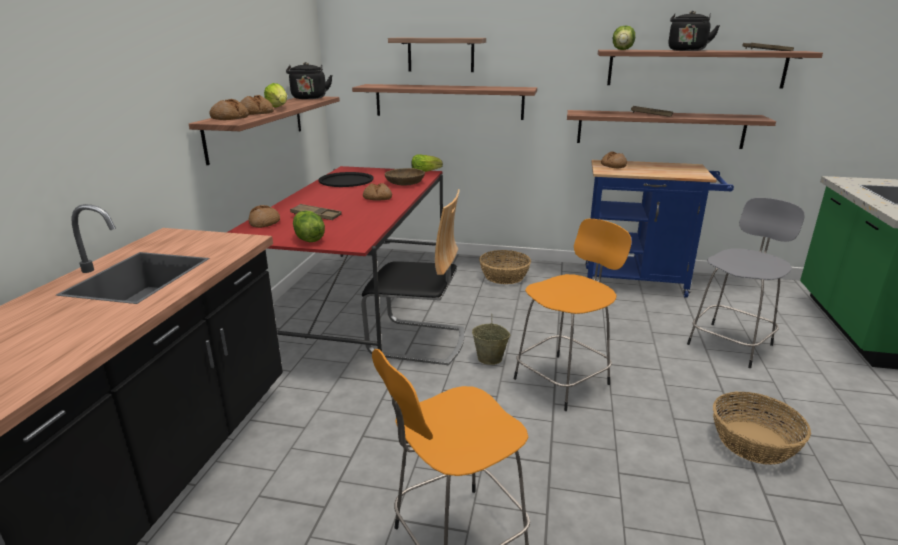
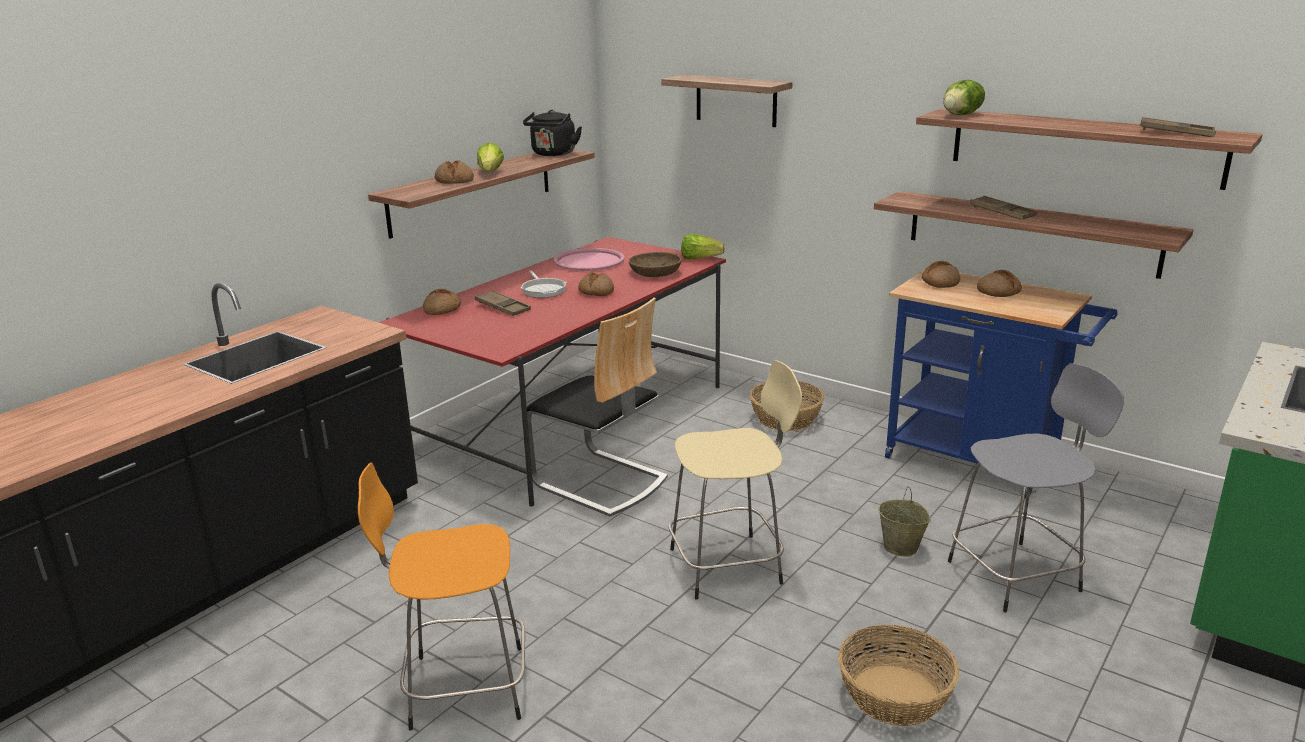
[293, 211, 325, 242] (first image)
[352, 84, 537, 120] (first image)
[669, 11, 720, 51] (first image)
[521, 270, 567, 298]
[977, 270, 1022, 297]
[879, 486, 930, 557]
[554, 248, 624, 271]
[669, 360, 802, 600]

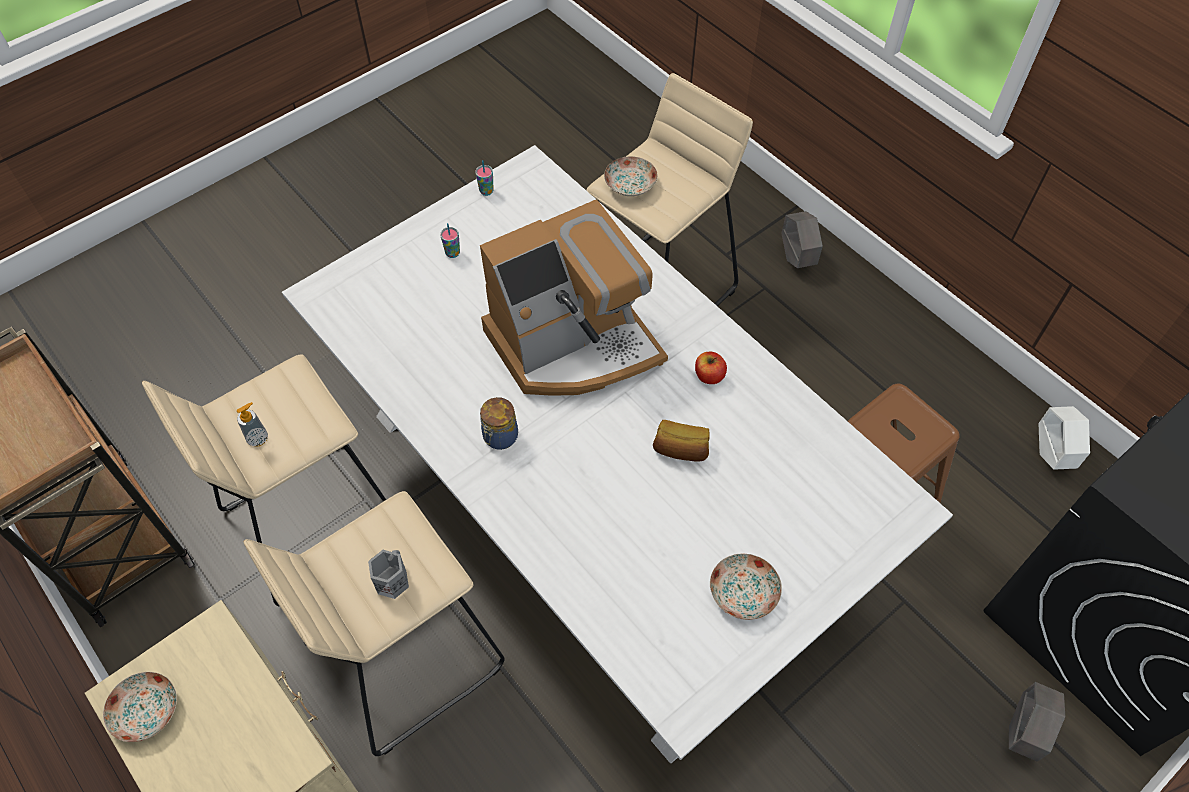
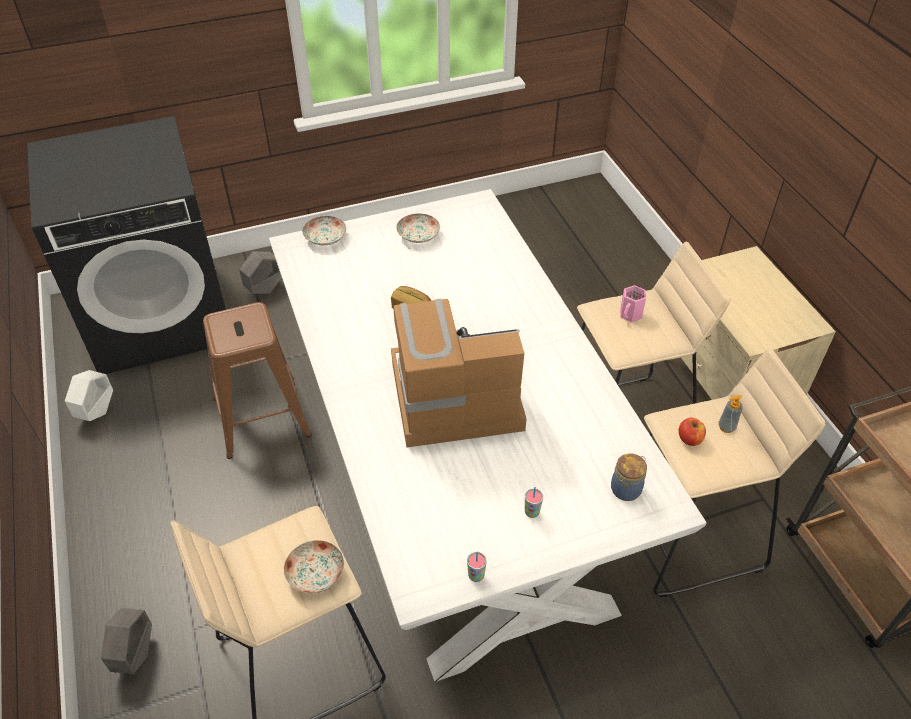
[302, 216, 346, 245]
[611, 453, 647, 501]
[679, 418, 706, 446]
[620, 285, 646, 322]

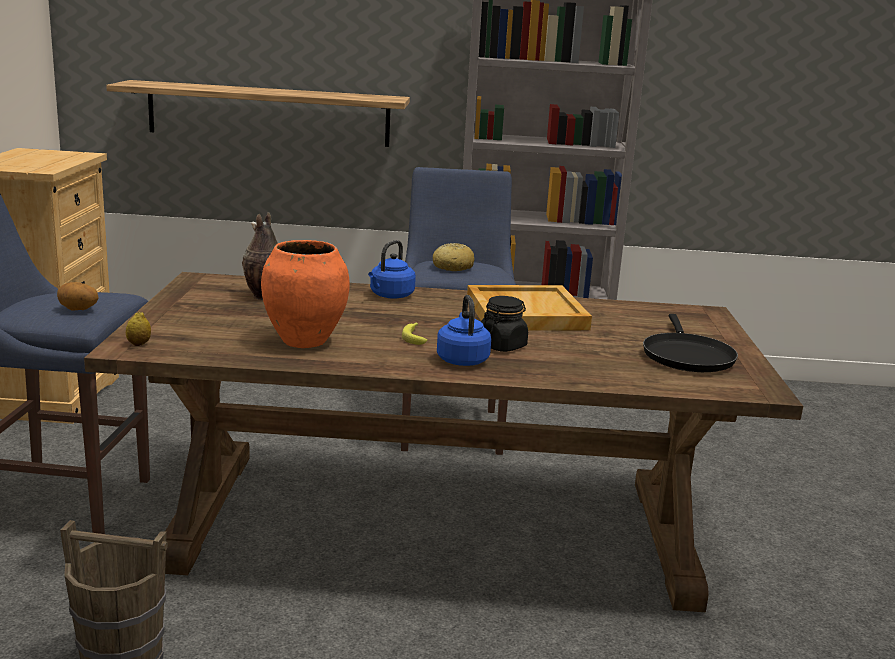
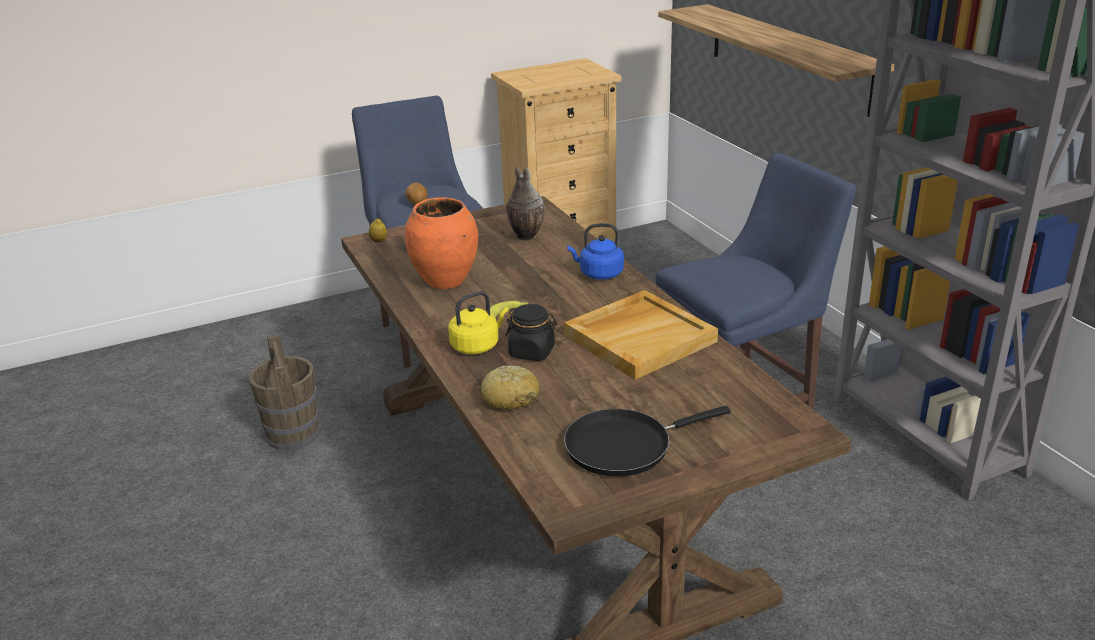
[481, 365, 539, 410]
[448, 291, 509, 354]

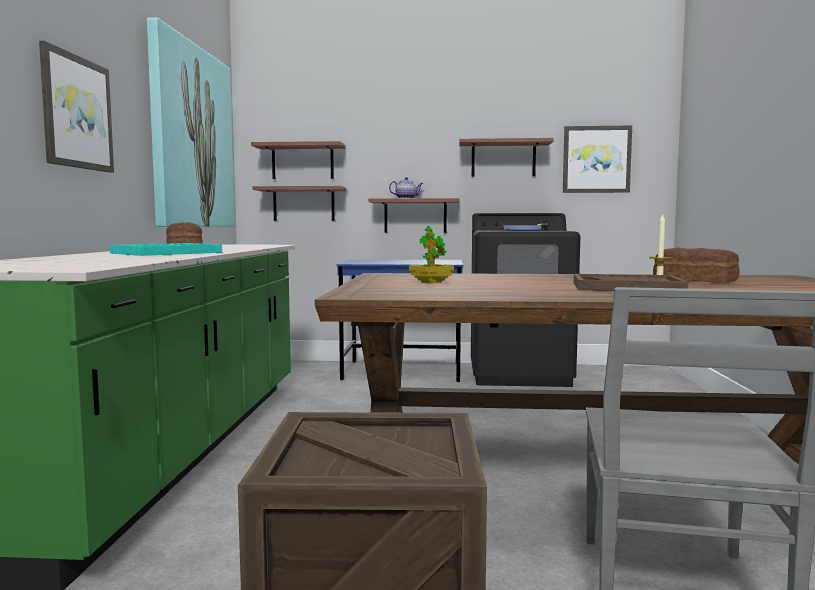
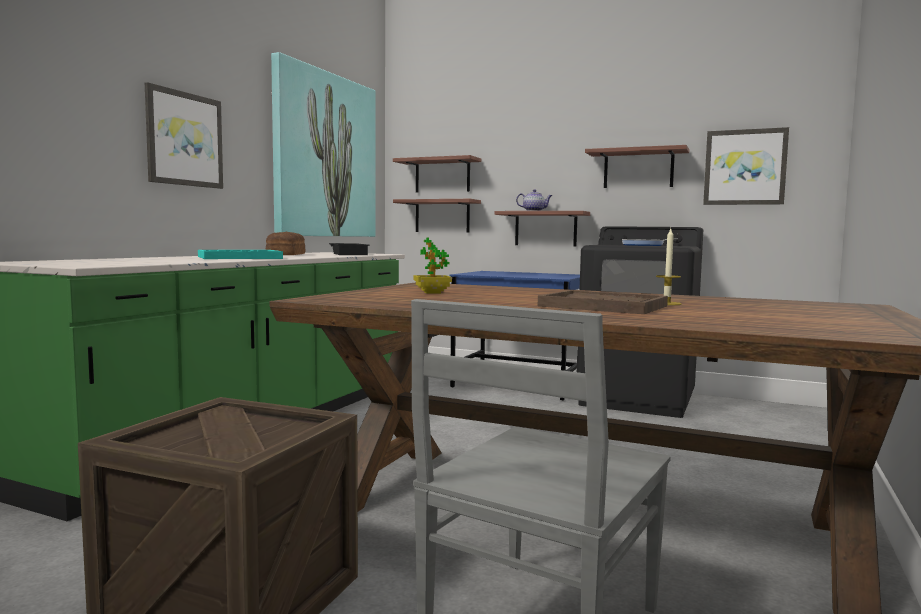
[653, 247, 739, 283] (first image)
[329, 243, 370, 255]

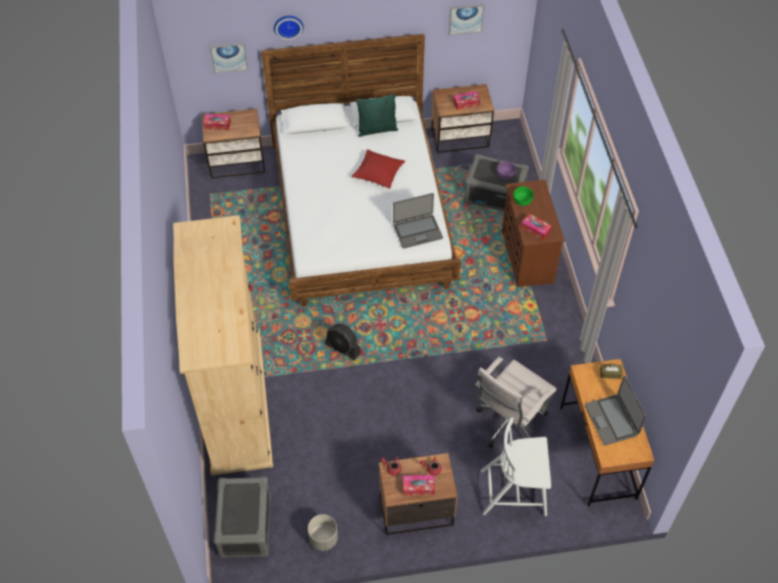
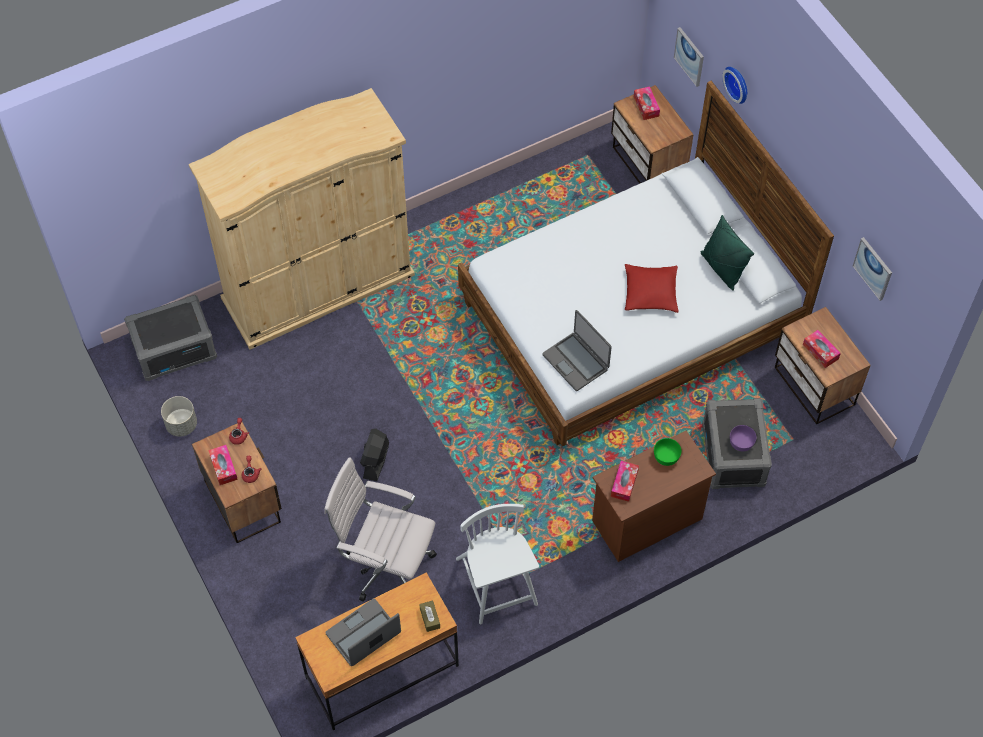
[360, 428, 389, 481]
[456, 504, 539, 624]

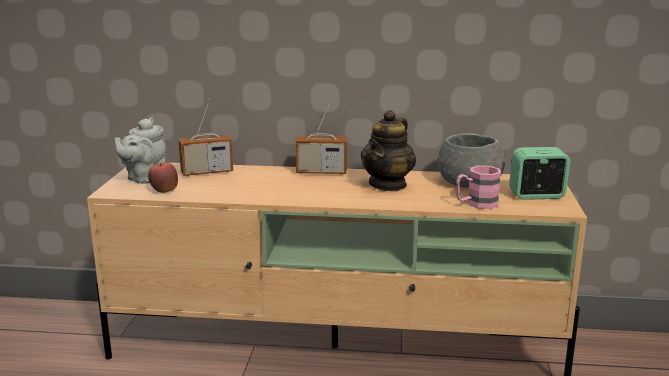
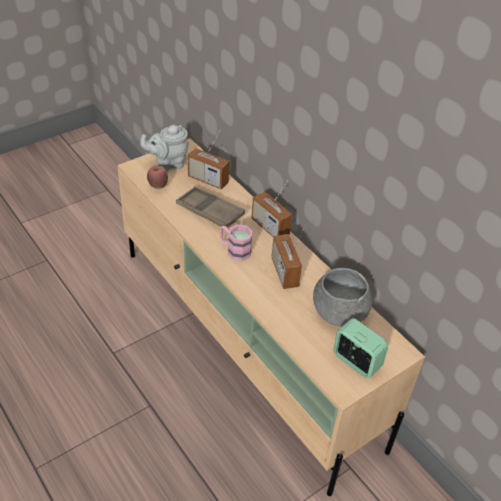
[176, 186, 245, 228]
[220, 224, 253, 261]
[272, 229, 304, 289]

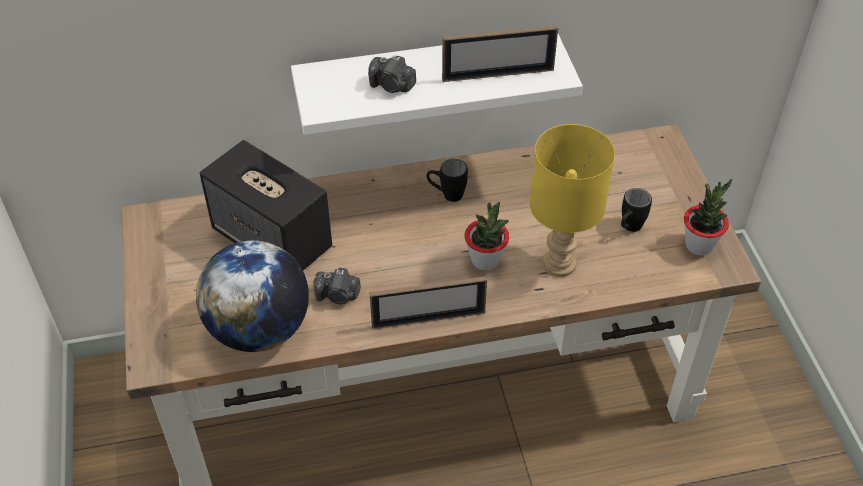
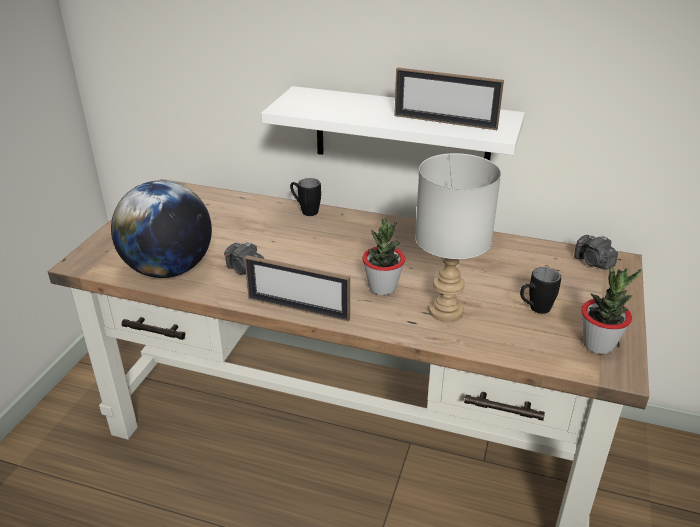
[199, 140, 332, 270] (first image)
[574, 235, 618, 270]
[290, 178, 321, 216]
[415, 153, 501, 322]

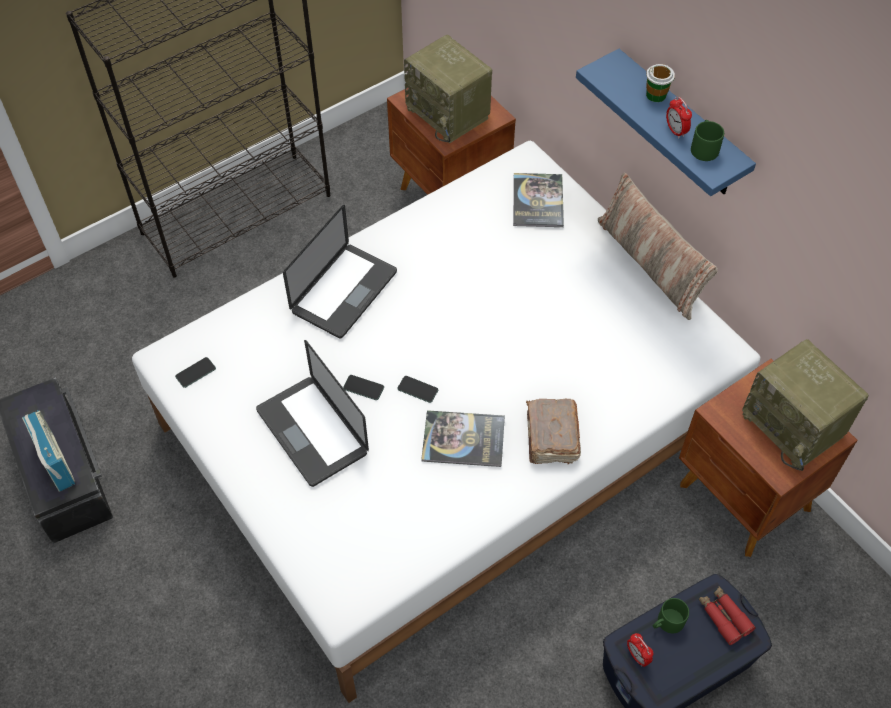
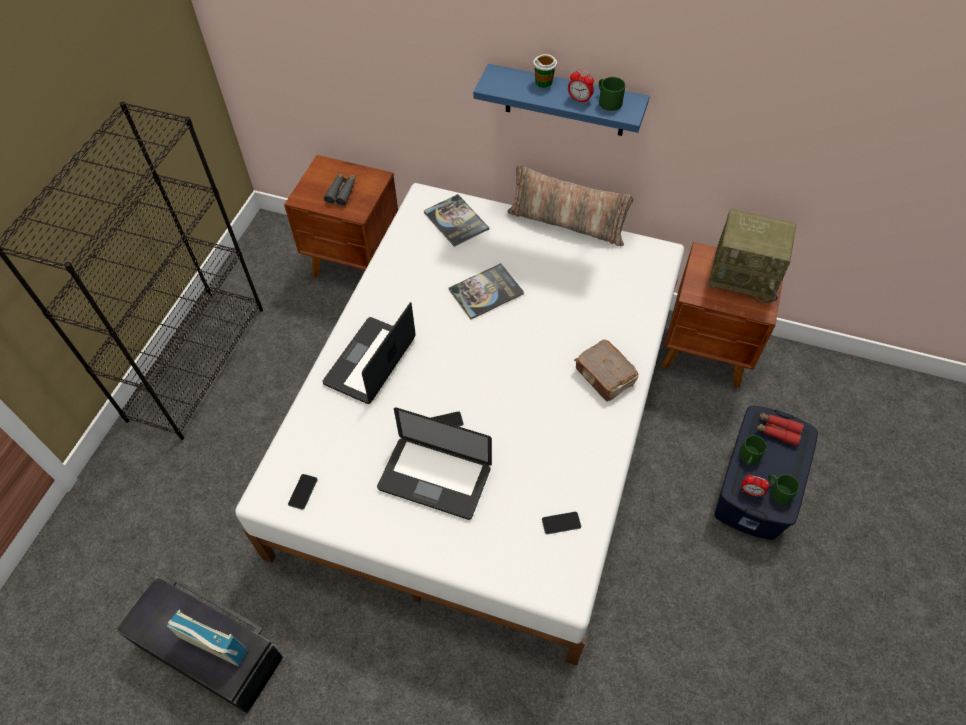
[768, 474, 799, 504]
[542, 512, 581, 534]
[449, 263, 524, 319]
[324, 173, 356, 206]
[323, 302, 416, 404]

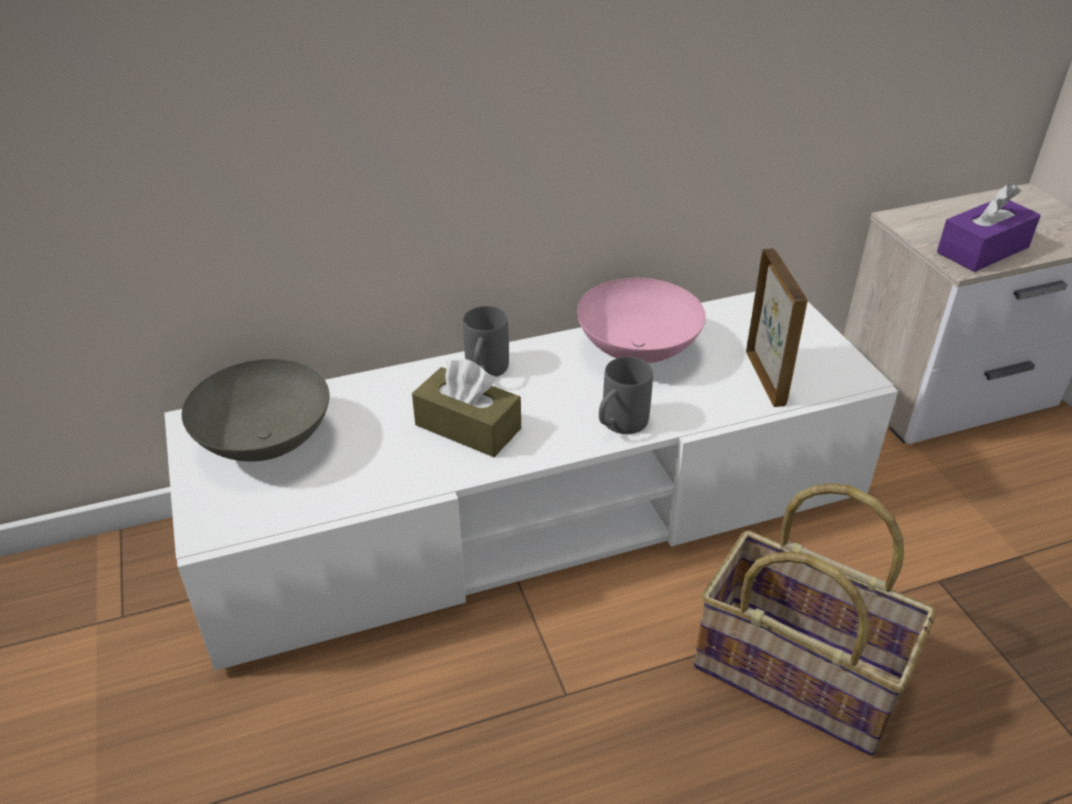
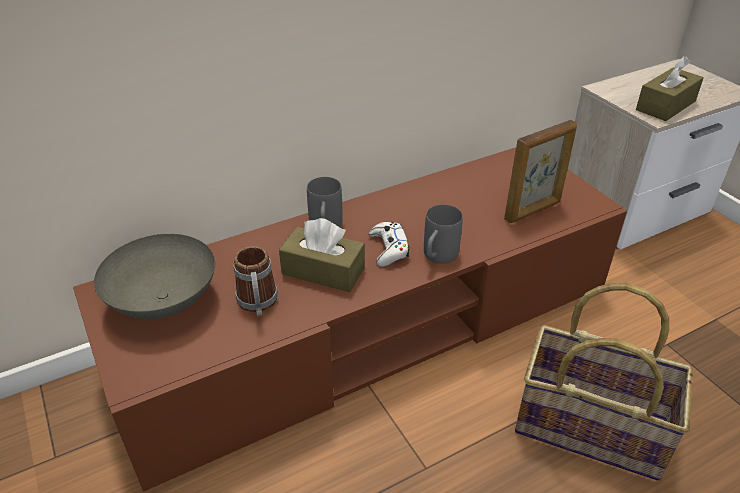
[577, 278, 706, 363] (first image)
[234, 246, 278, 316]
[369, 222, 410, 267]
[73, 147, 627, 492]
[636, 56, 704, 121]
[504, 120, 577, 223]

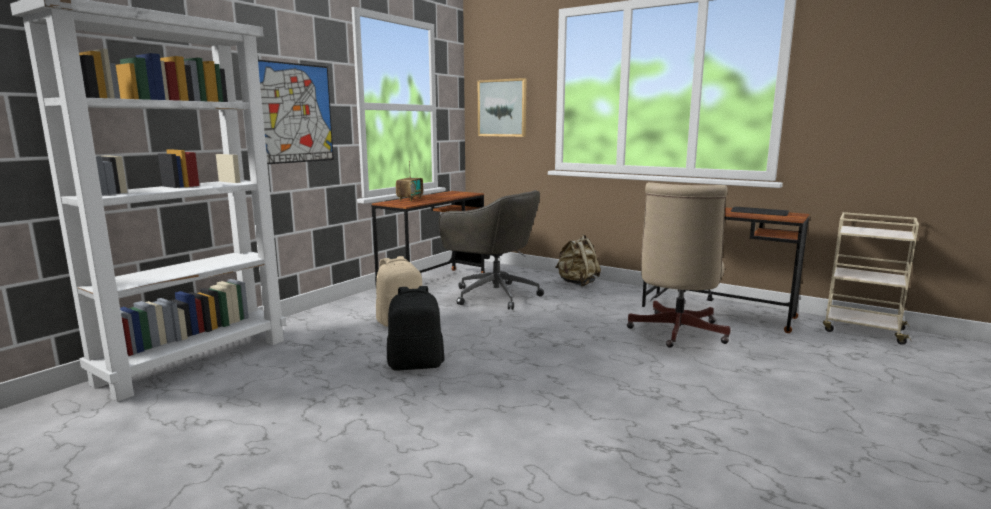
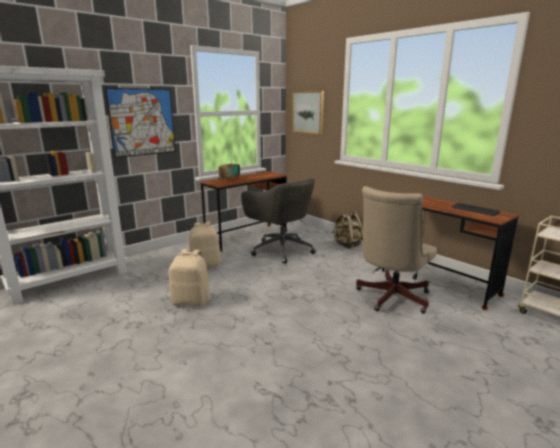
[168, 249, 210, 306]

